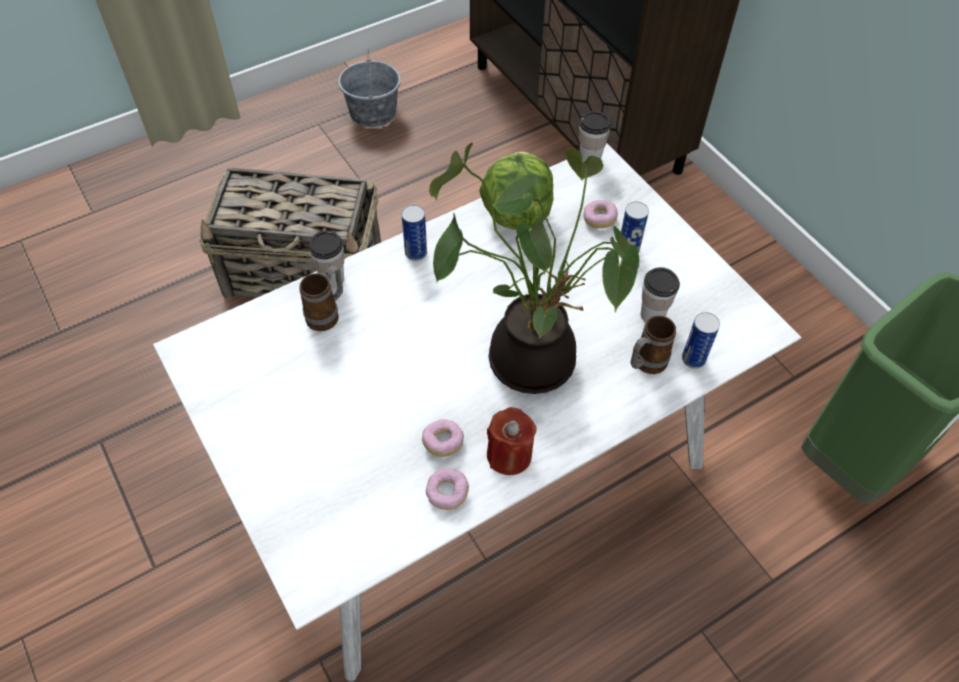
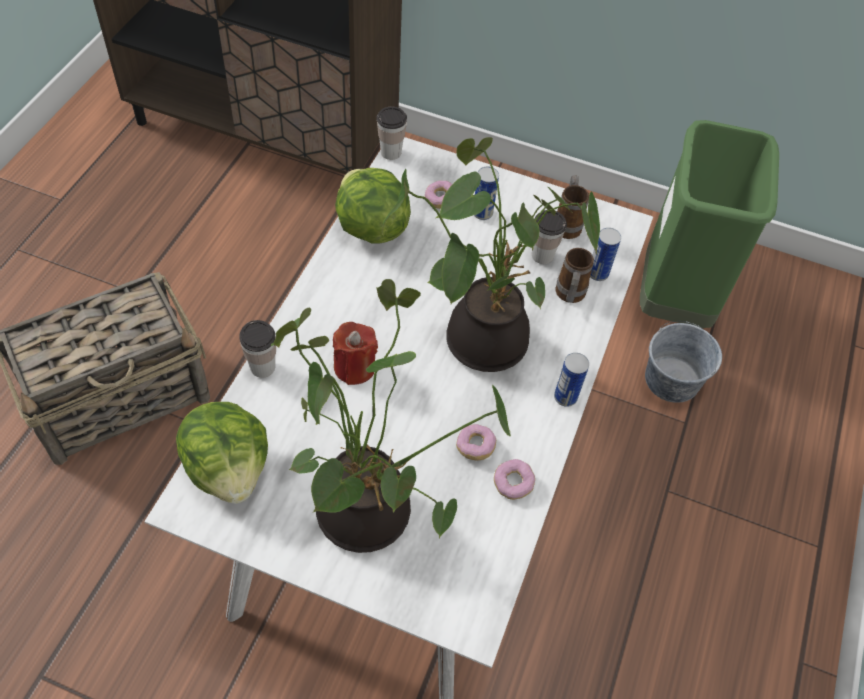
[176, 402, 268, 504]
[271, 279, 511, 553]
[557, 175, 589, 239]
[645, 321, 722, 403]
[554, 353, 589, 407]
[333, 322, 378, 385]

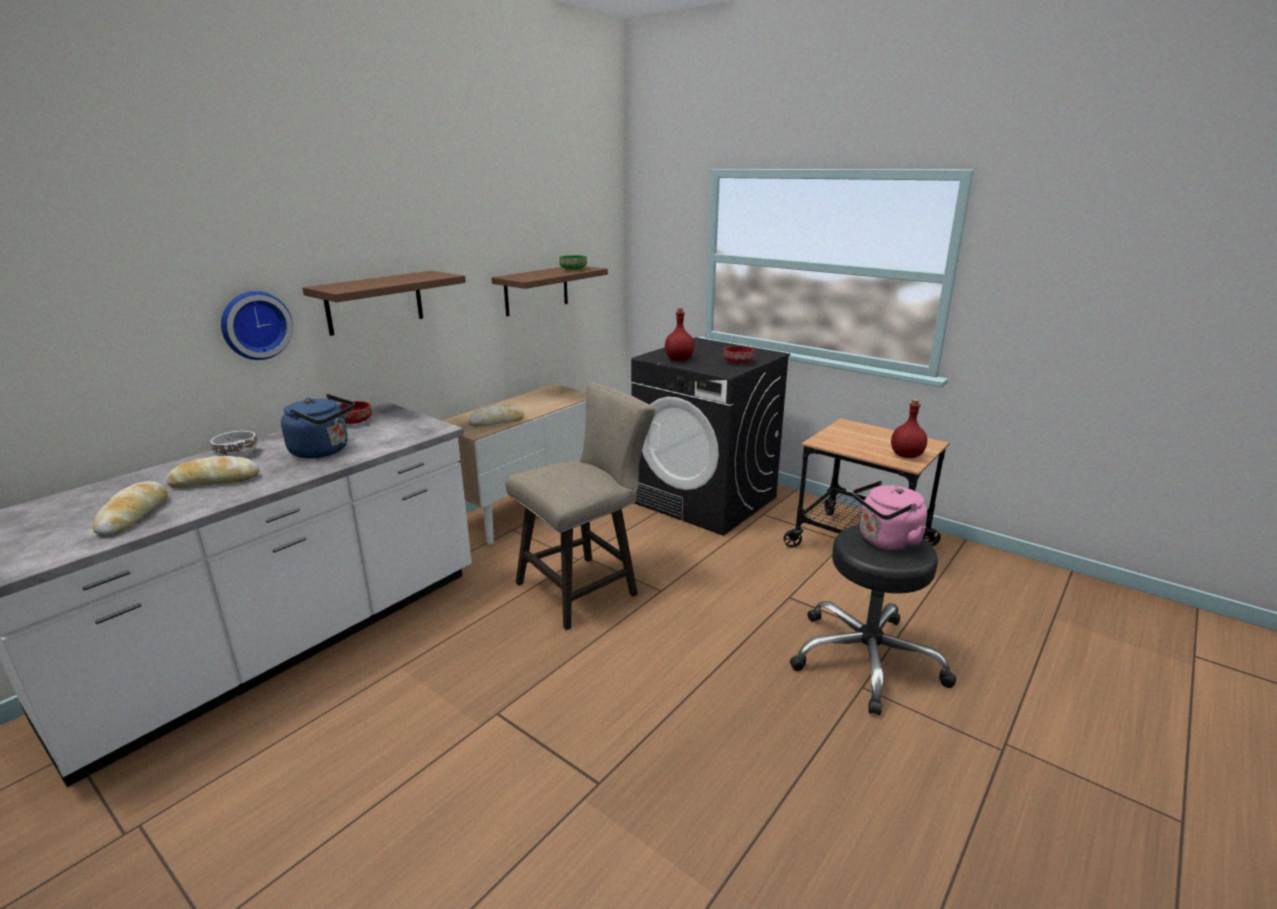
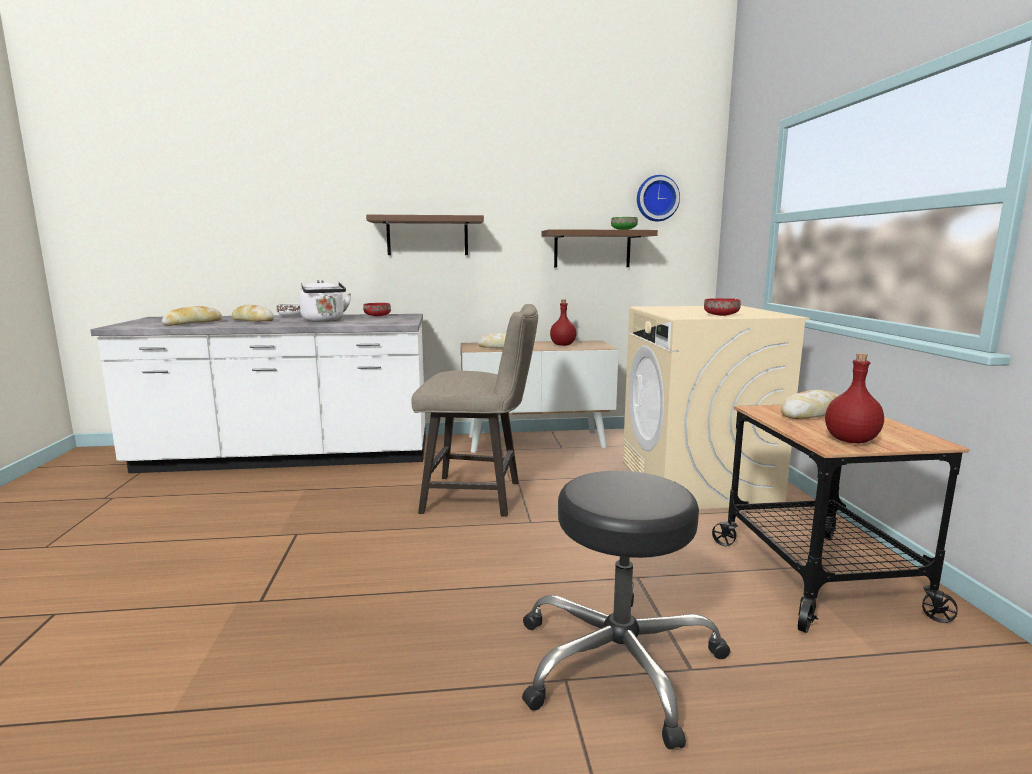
[852, 481, 927, 551] (first image)
[781, 390, 839, 419]
[637, 175, 680, 221]
[550, 299, 576, 346]
[299, 280, 351, 322]
[623, 306, 810, 509]

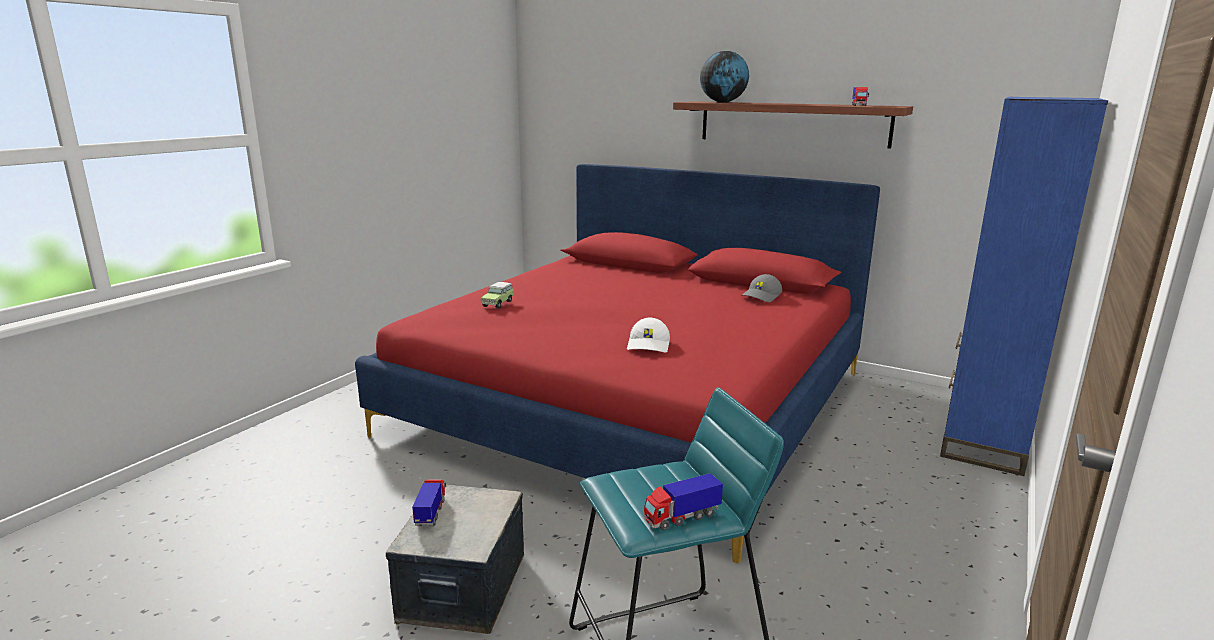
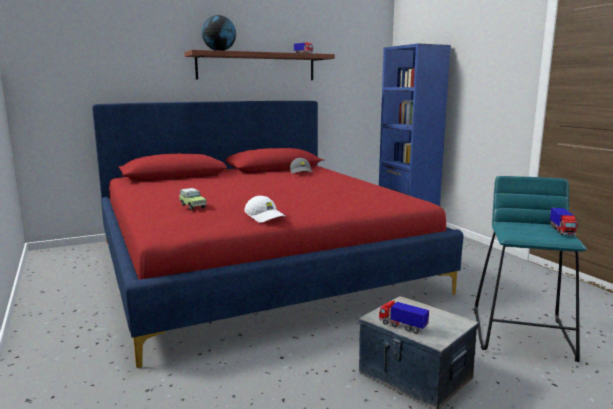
[244, 196, 286, 223]

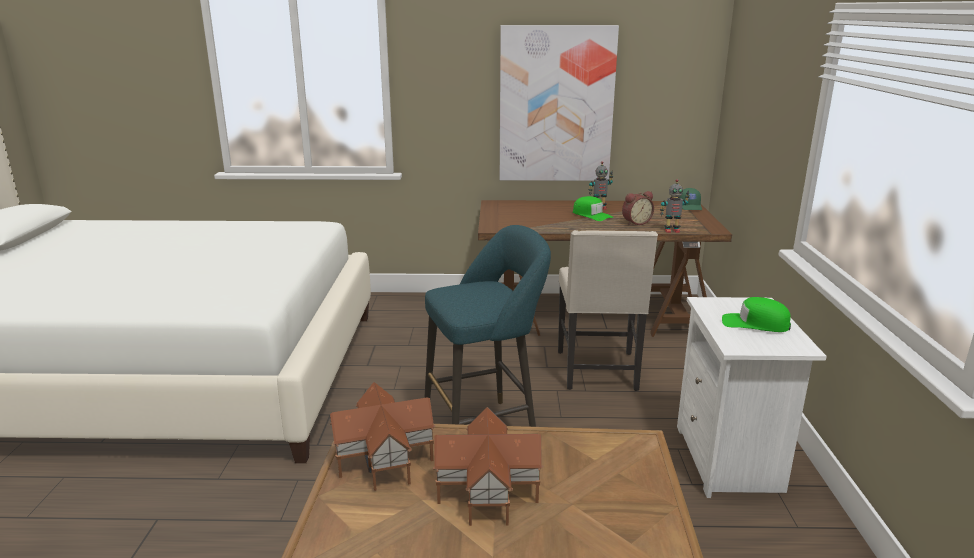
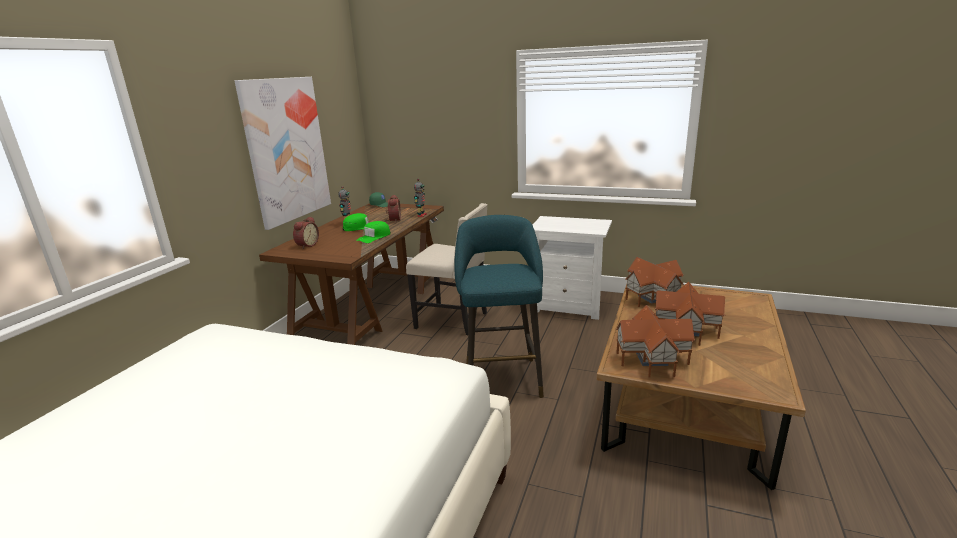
[293, 217, 319, 249]
[625, 257, 684, 307]
[356, 221, 391, 243]

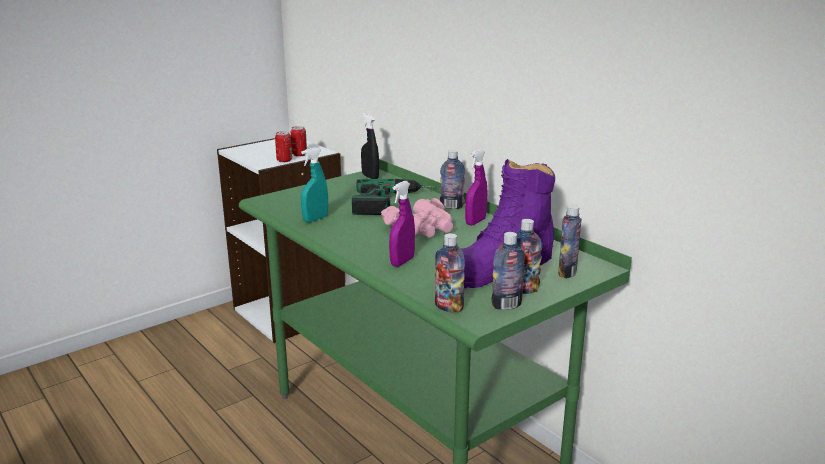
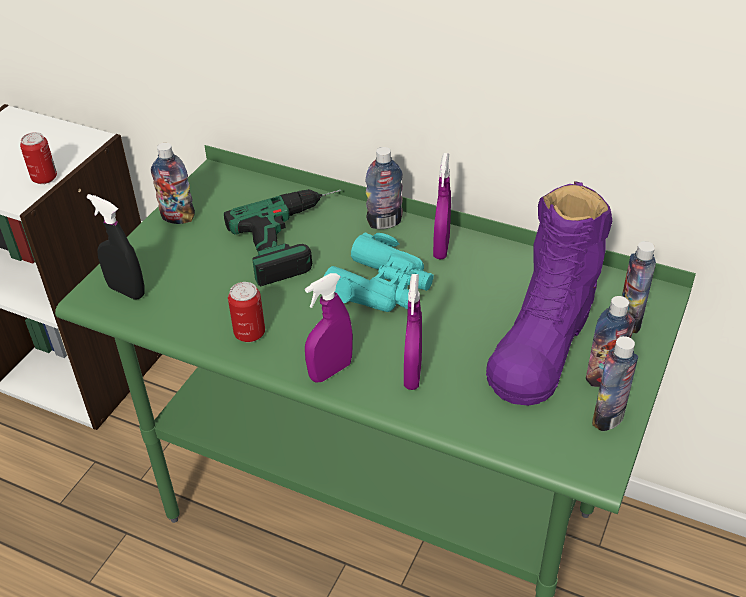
[301, 147, 328, 223] (first image)
[305, 273, 353, 383]
[228, 282, 265, 342]
[87, 194, 145, 299]
[151, 143, 195, 224]
[323, 233, 434, 312]

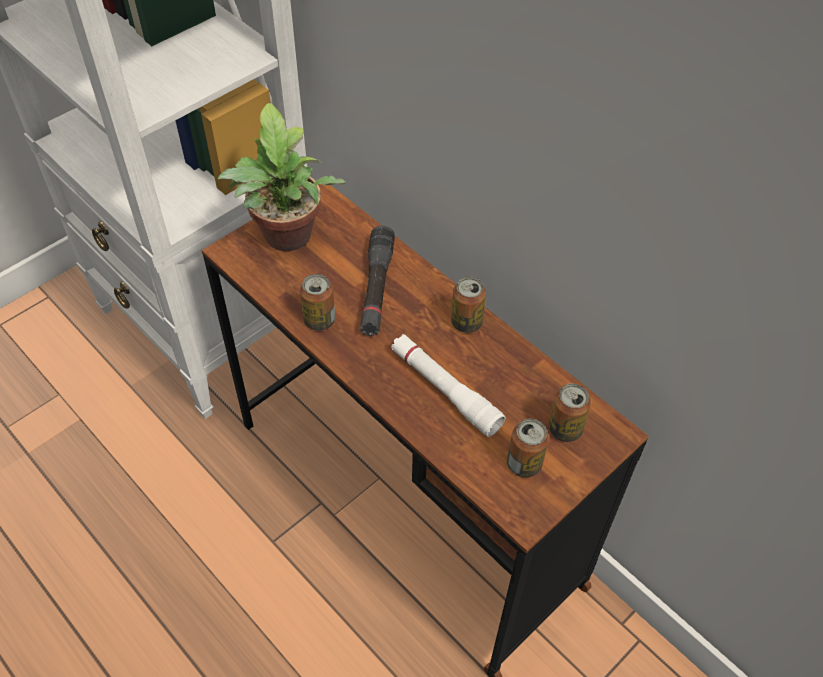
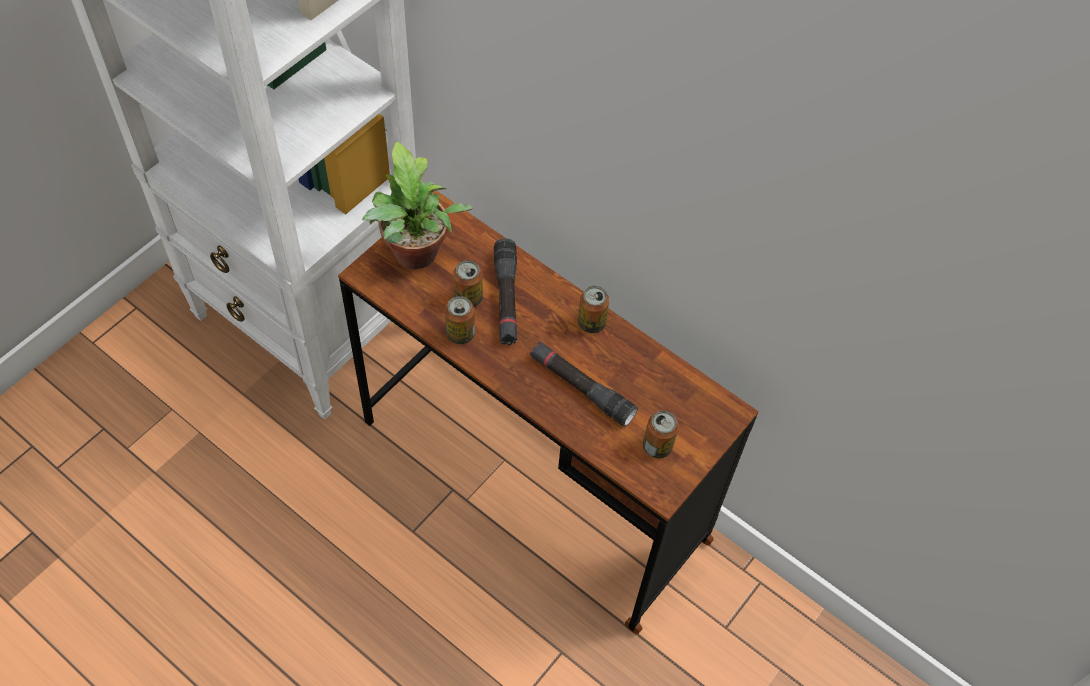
[453, 260, 483, 307]
[530, 342, 638, 427]

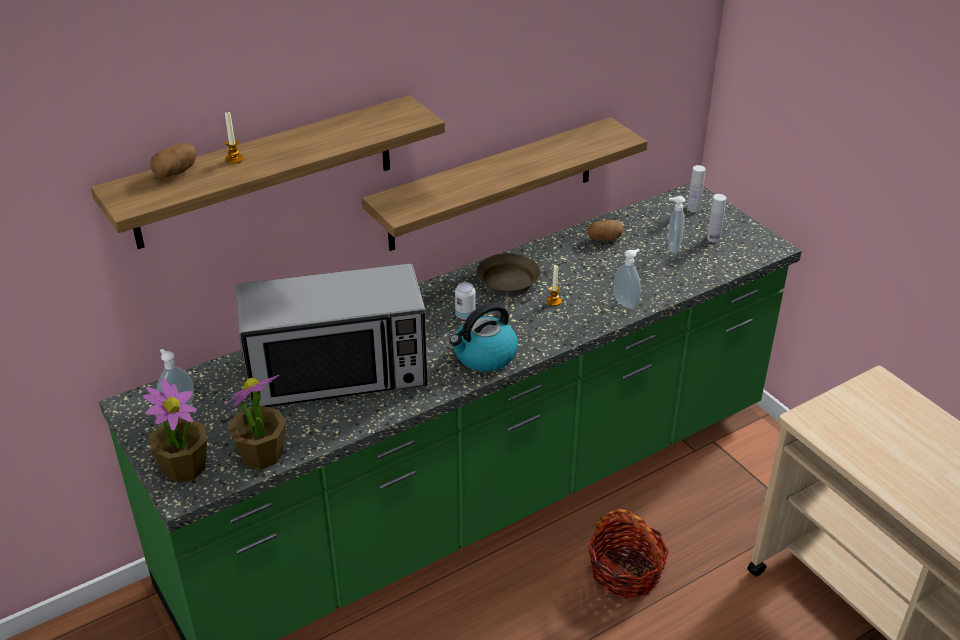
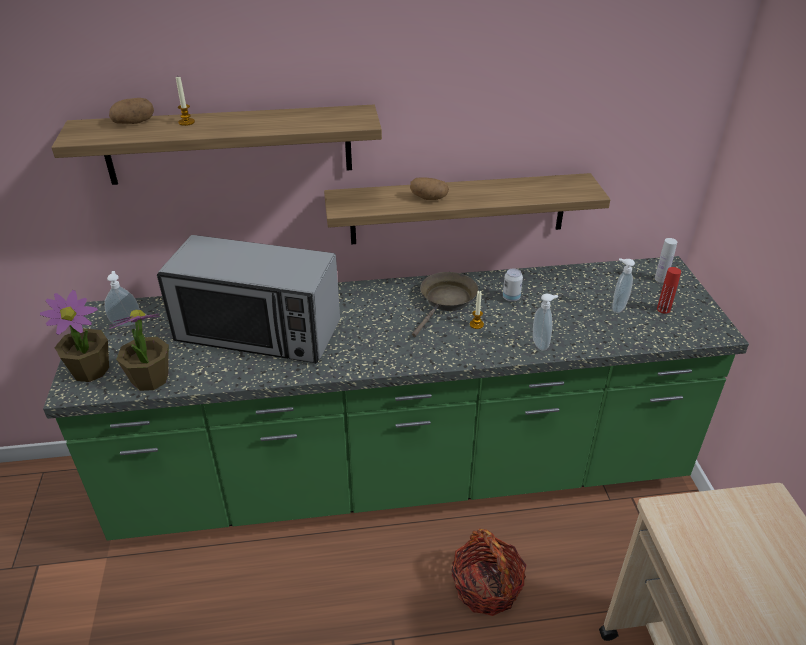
[449, 303, 518, 372] (first image)
[503, 269, 523, 302]
[410, 177, 449, 200]
[657, 267, 681, 314]

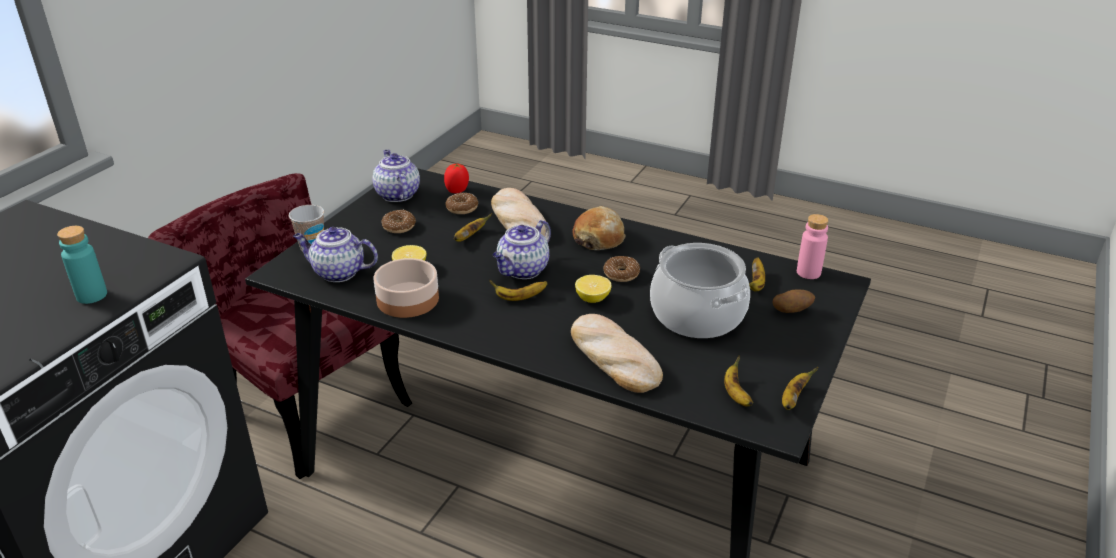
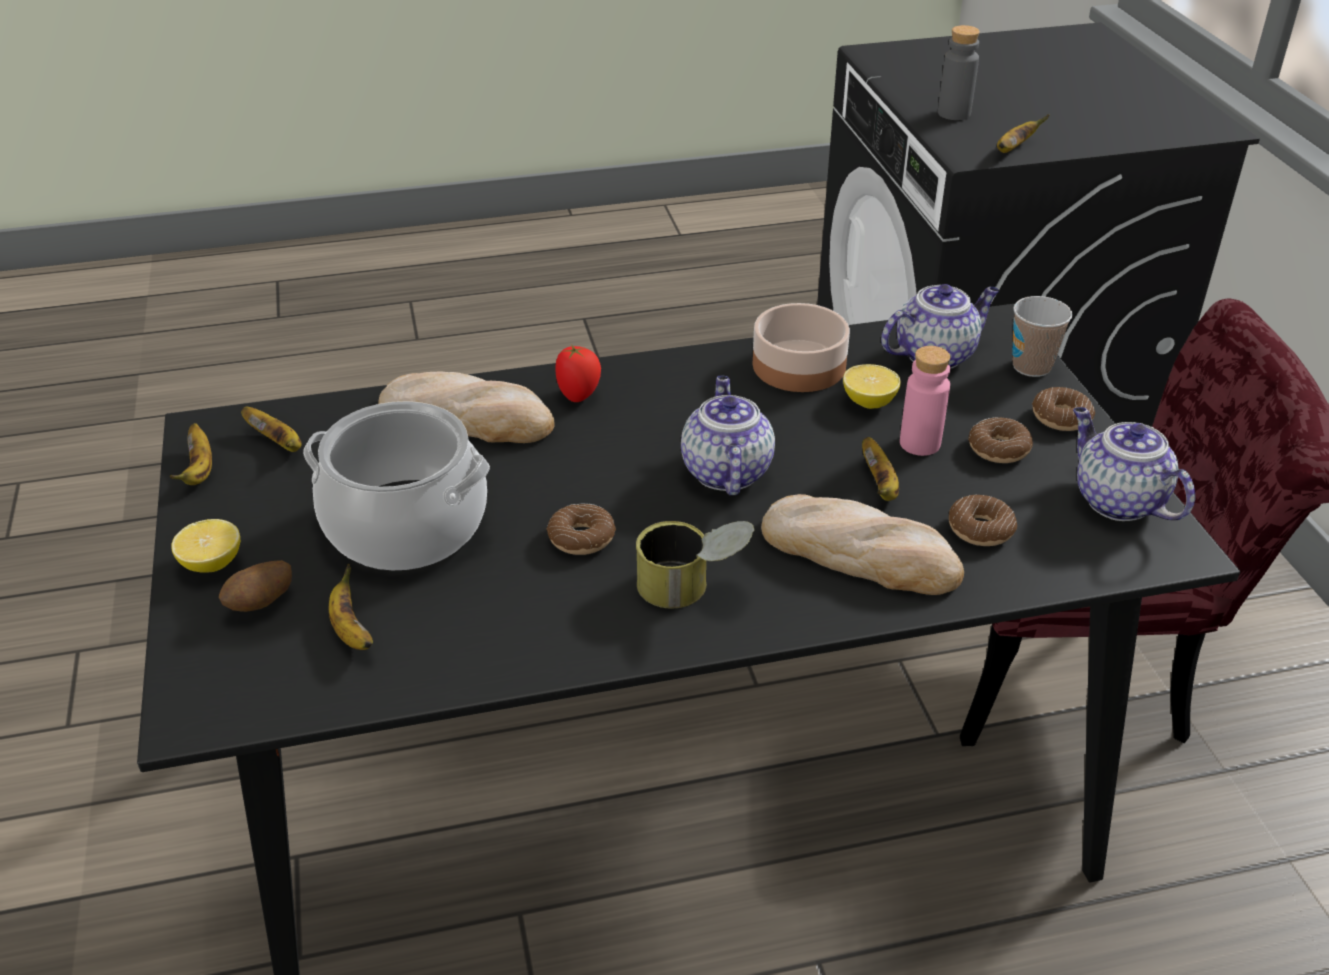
[1032, 387, 1095, 431]
[555, 344, 601, 402]
[997, 114, 1049, 153]
[171, 519, 240, 573]
[900, 346, 950, 456]
[636, 521, 755, 608]
[938, 25, 980, 120]
[1073, 407, 1196, 521]

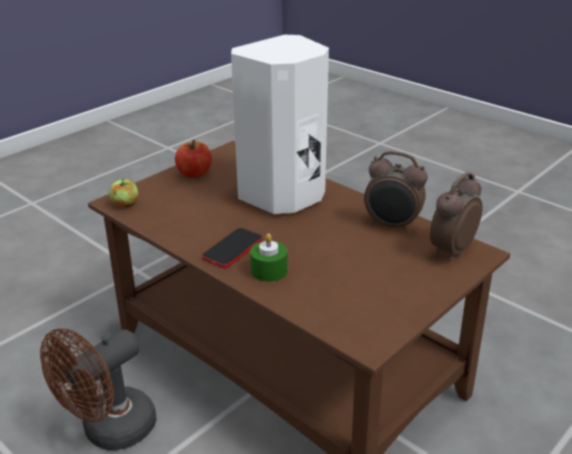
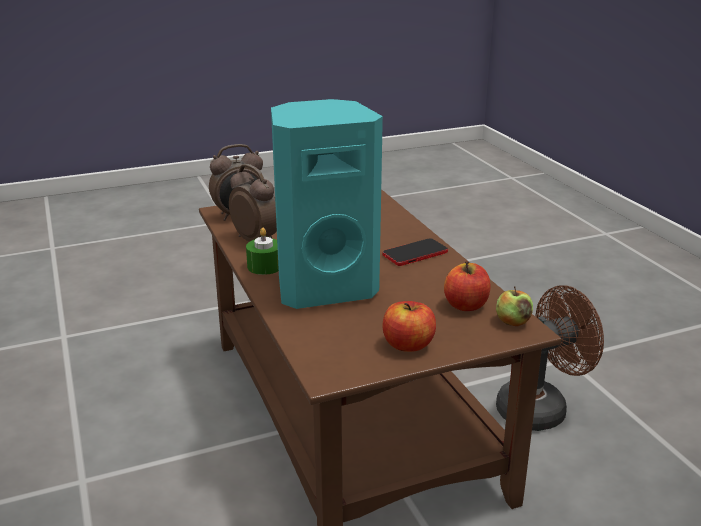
[444, 261, 491, 311]
[246, 228, 279, 275]
[271, 99, 383, 309]

